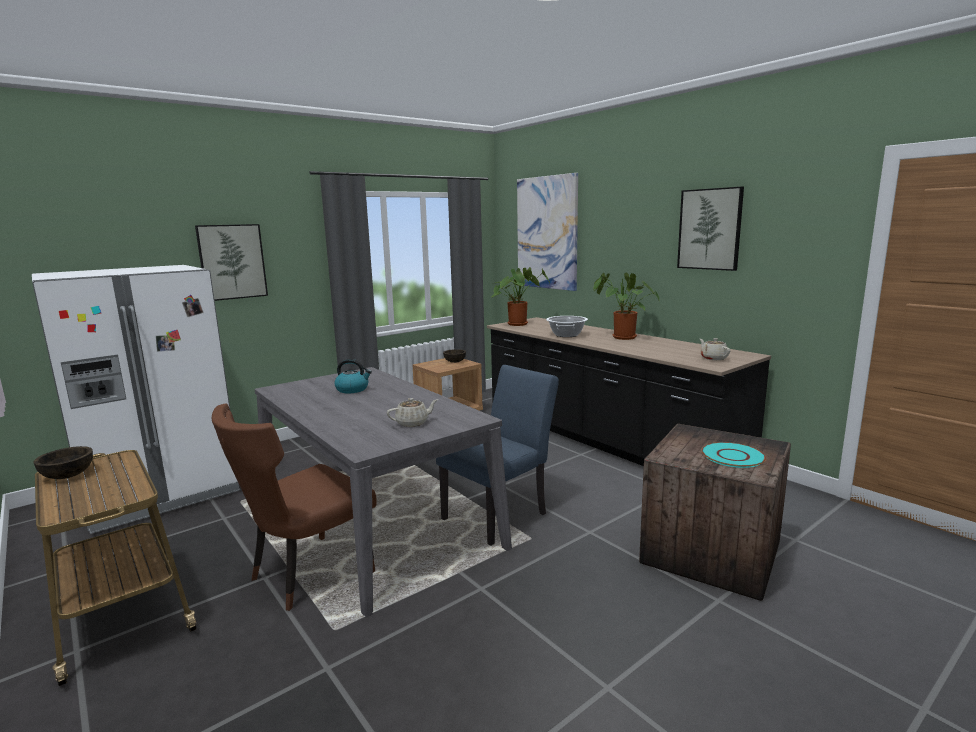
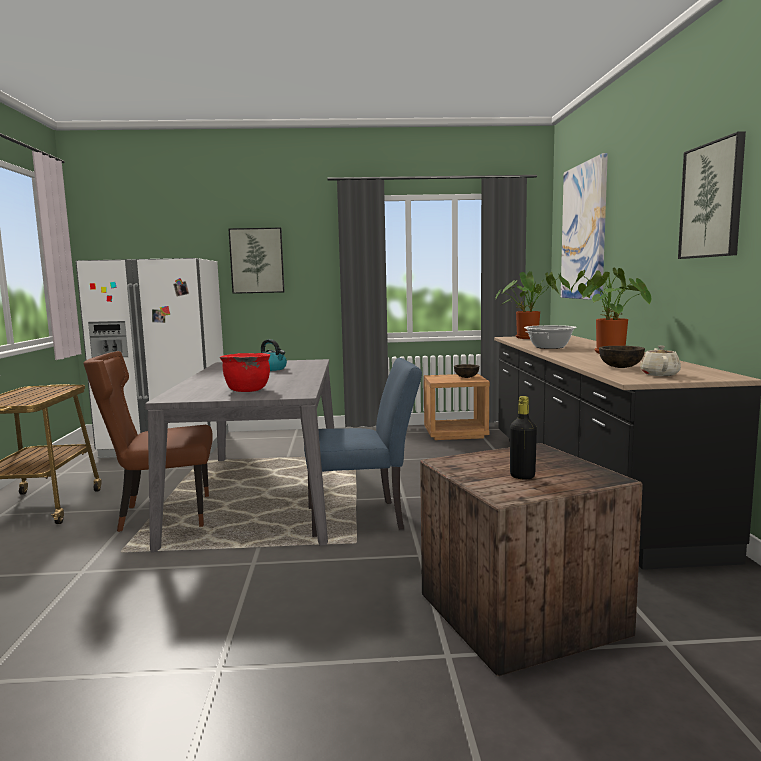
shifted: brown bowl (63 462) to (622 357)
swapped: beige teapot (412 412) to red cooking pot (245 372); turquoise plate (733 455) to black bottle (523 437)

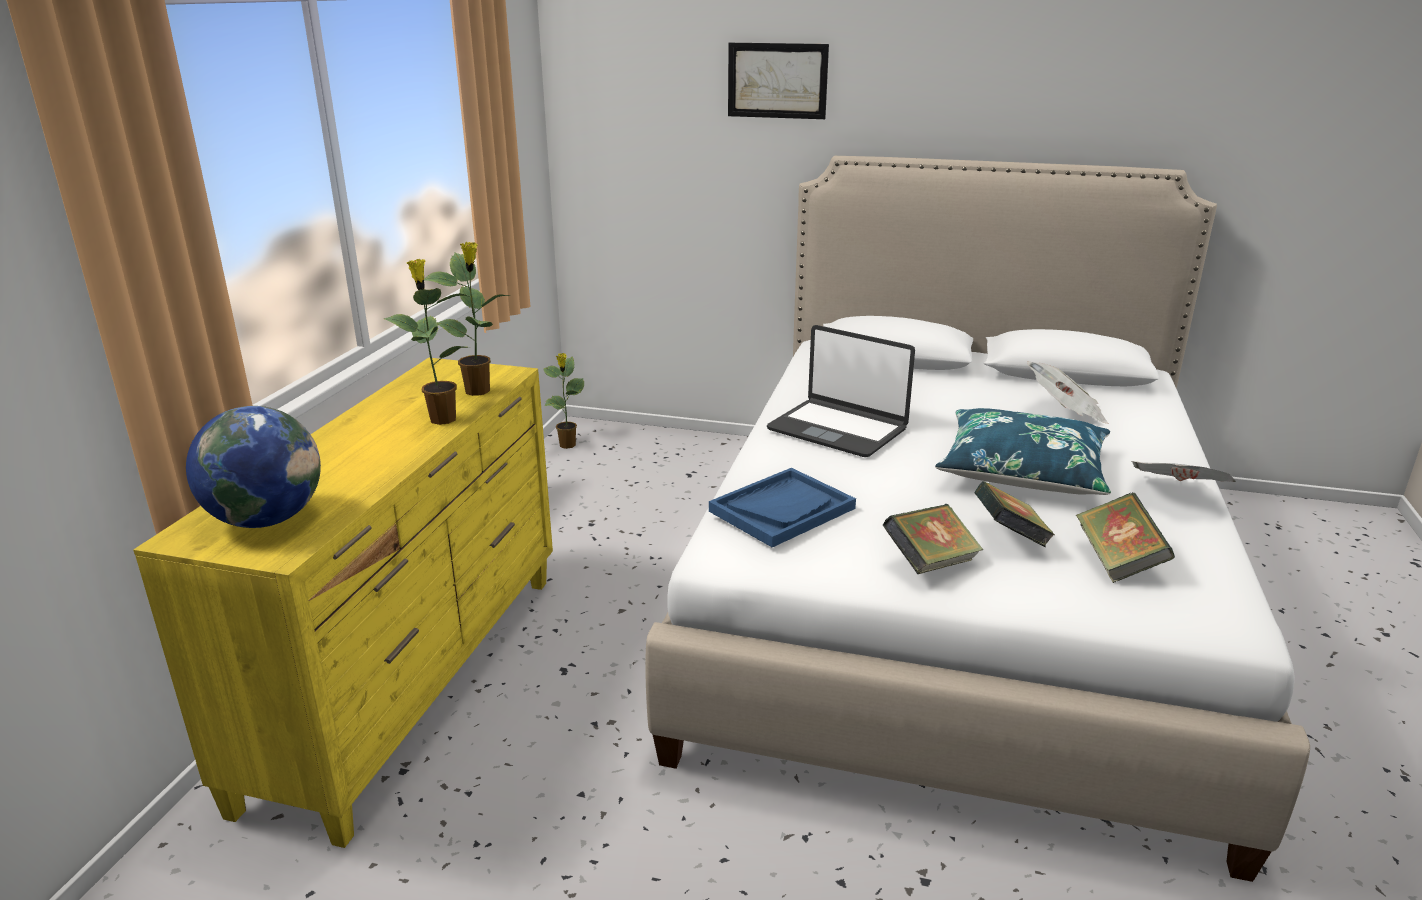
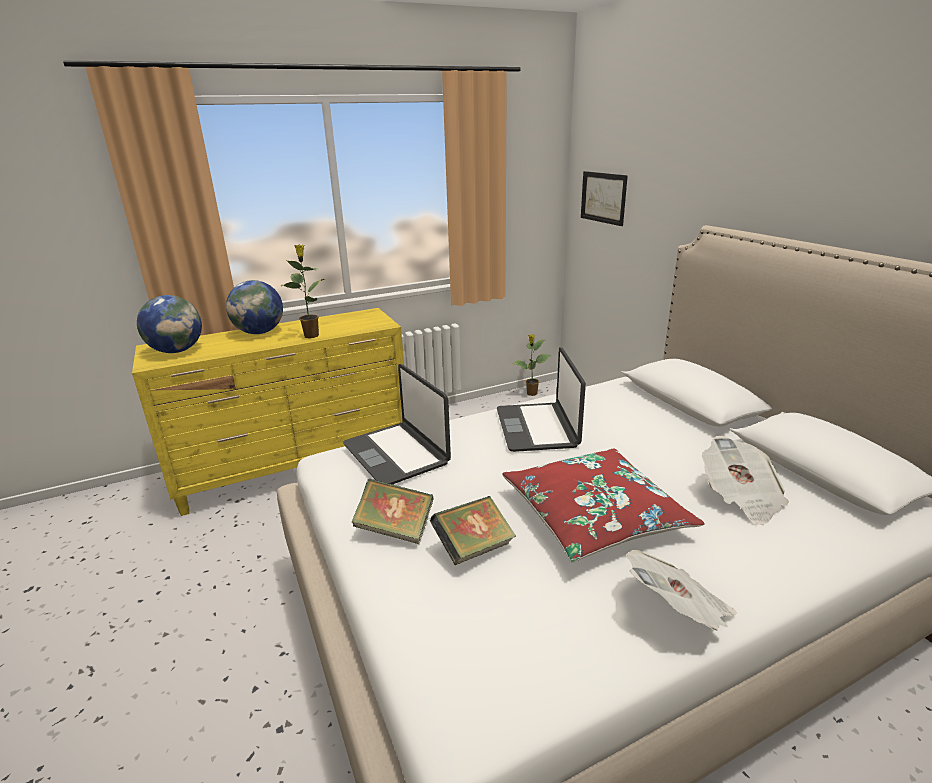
gone: potted plant (466 319); book (1125 538)
new: globe (254 307)
shifted: picture (778 81) to (604 198)
swapped: blue tray (782 508) to laptop (397 424)
repainted: blue pillow (1023 451) to red pillow (603 505)

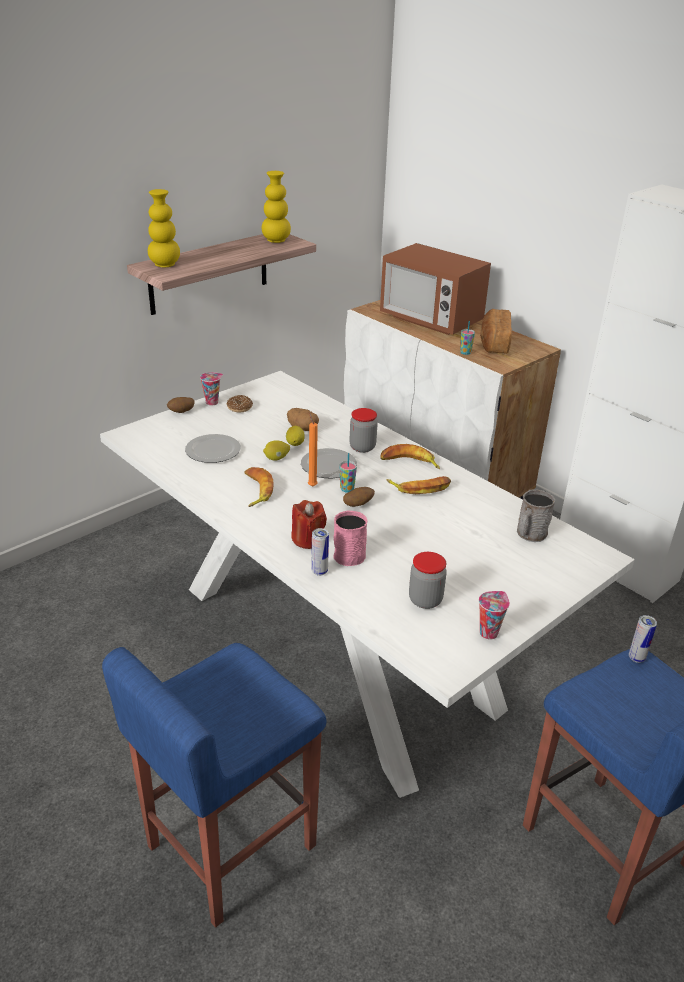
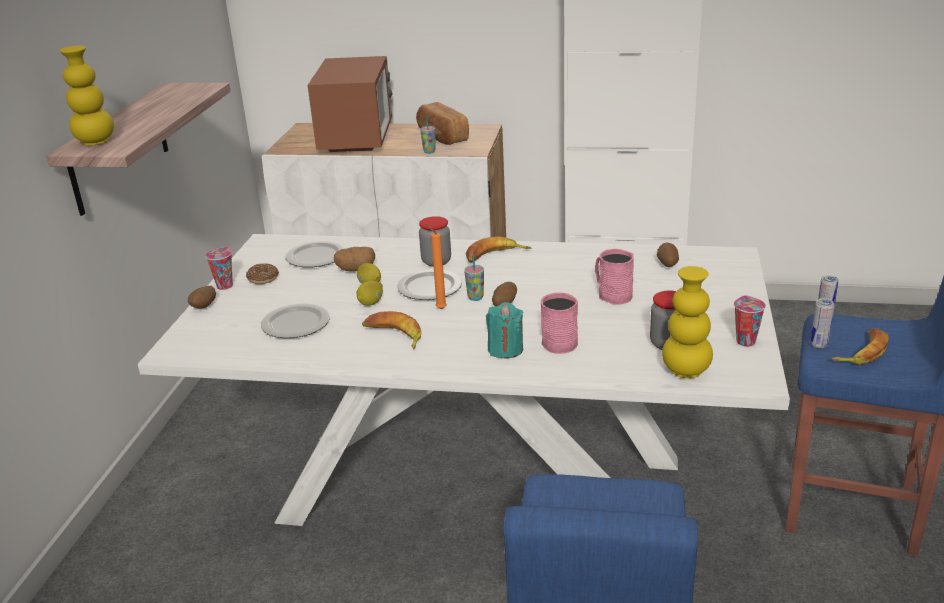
new: plate (315 254); pink mug (614 276)
shifted: yellow vase (276 207) to (687 322); can (320 552) to (822 323); banana (418 485) to (860 346)
swapped: grey mug (536 516) to potato (668 255)
repainted: red candle (309 524) to turquoise candle (504 330)
rotated: microwave (435 289) = (350 104) 90 degrees counterclockwise

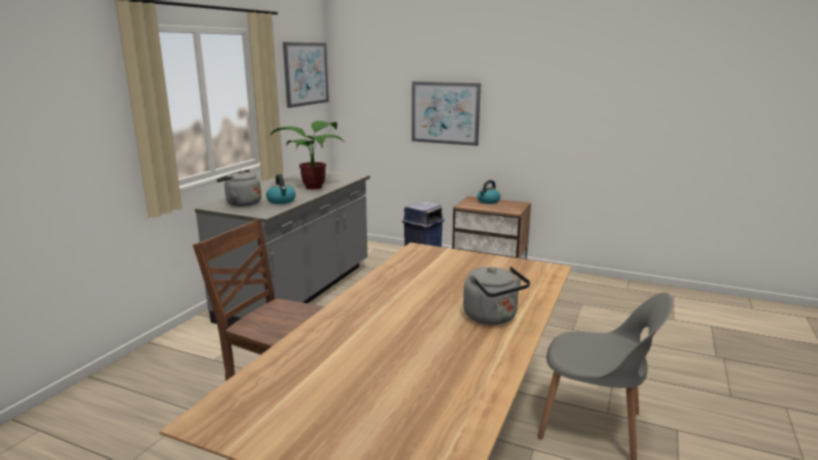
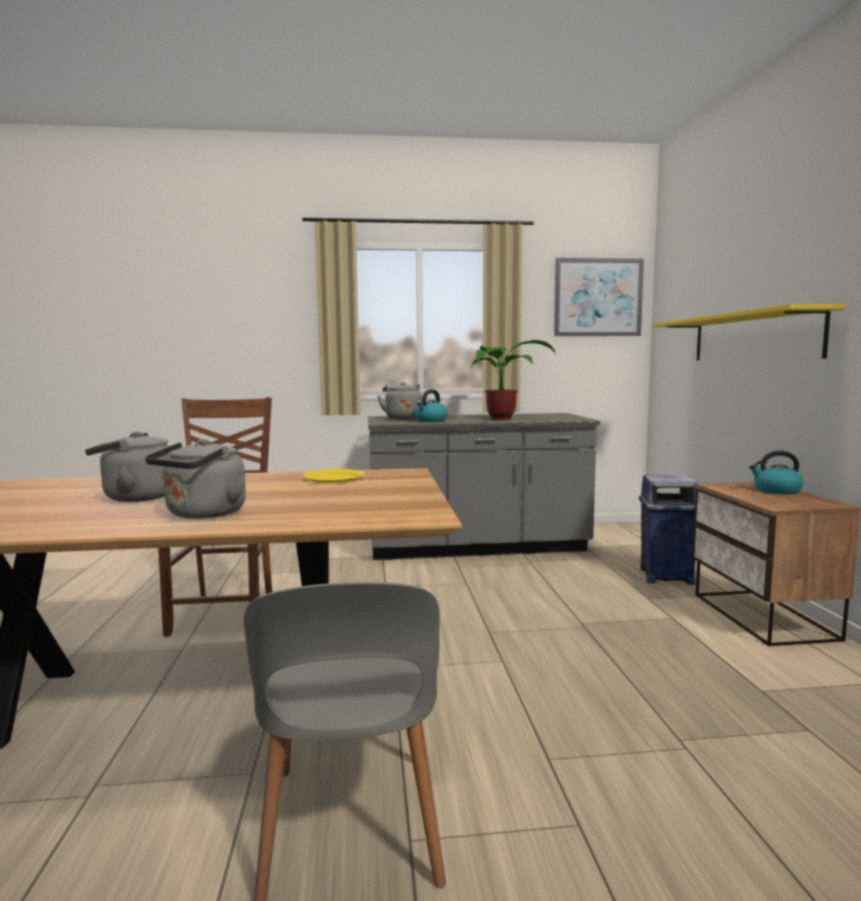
new: grey kettle (128 467); yellow plate (334 476)
swapped: picture (446 113) to yellow shelf (749 332)

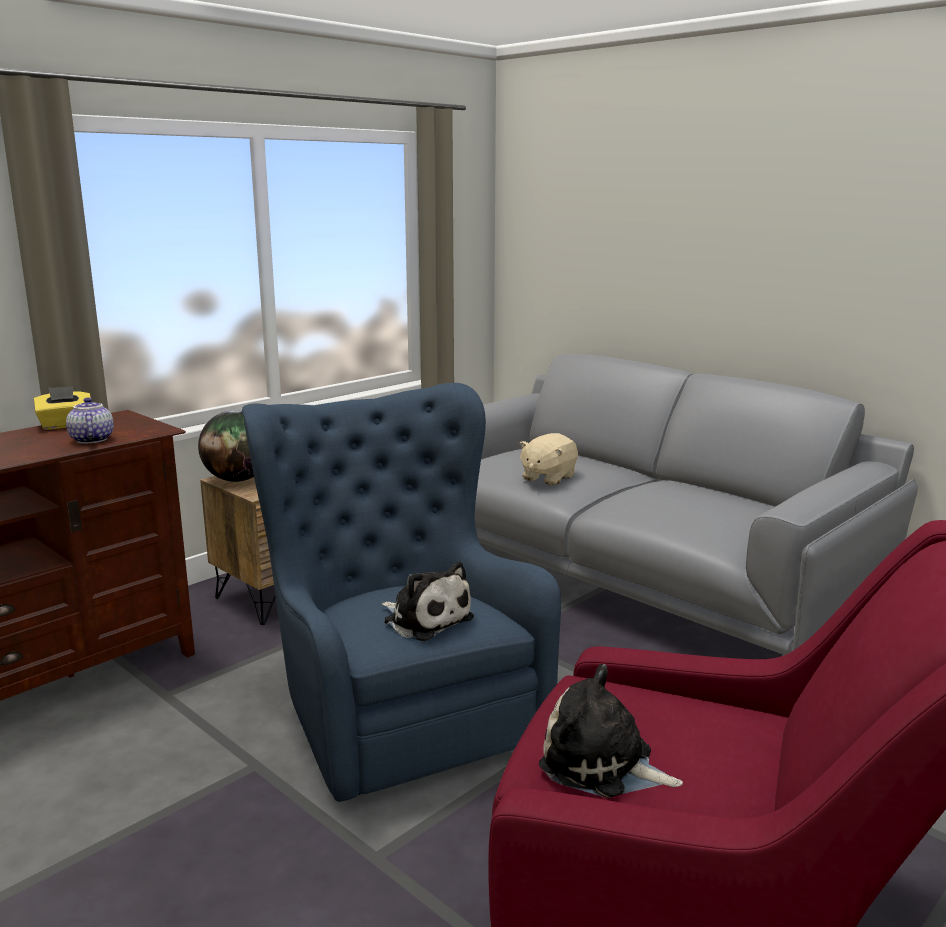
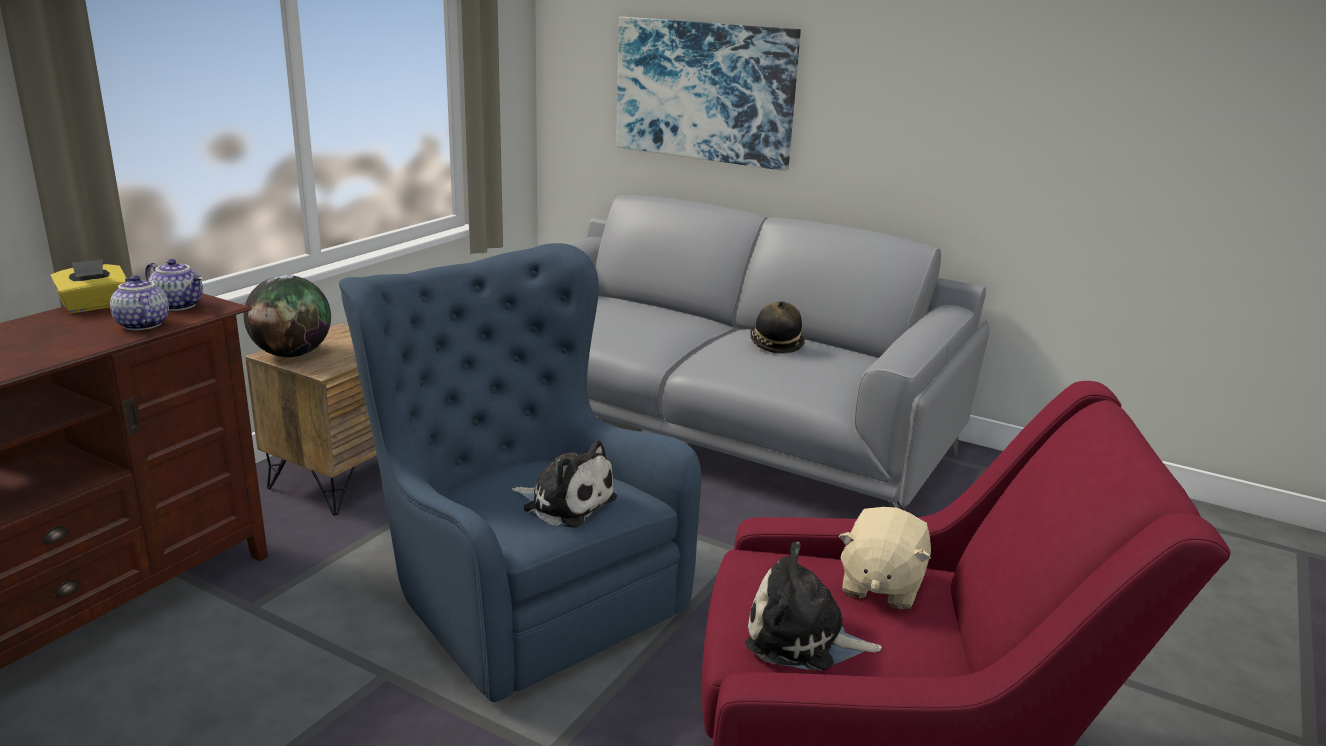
new: teapot (174 285); picture (708 94); hat (777 327)
shifted: beige plush toy (548 459) to (884 558)

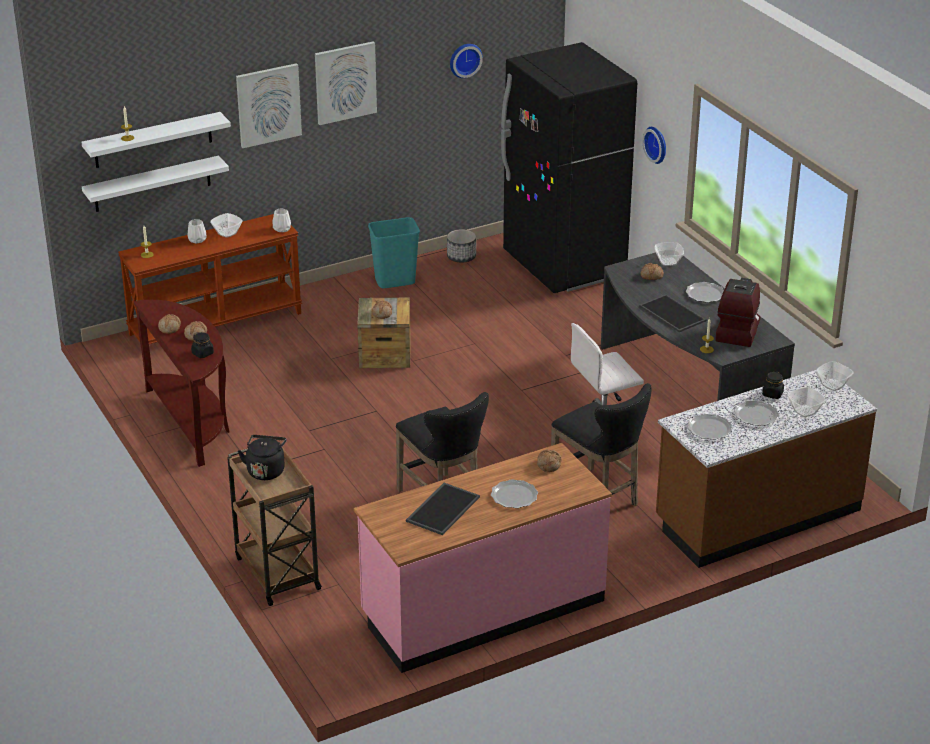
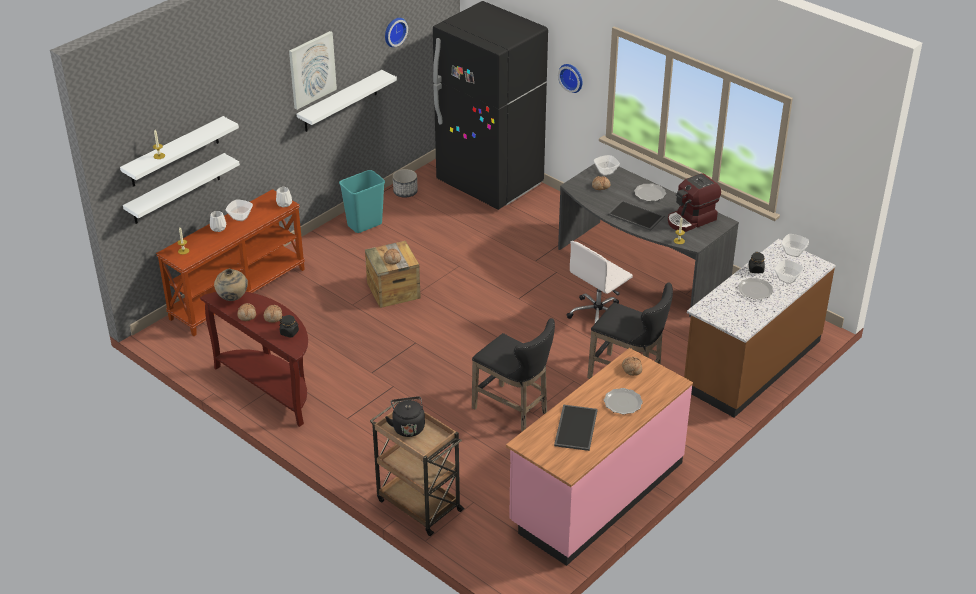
gone: picture (269 105); plate (709 427)
new: beige vase (231 285); white shelf (347 101)
rotated: coffee machine (737 312) = (694 202) 120 degrees counterclockwise

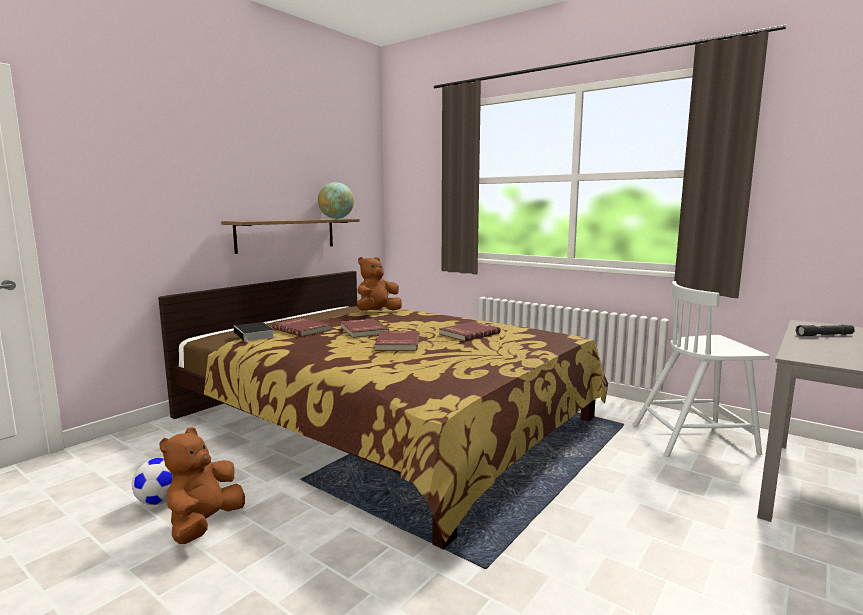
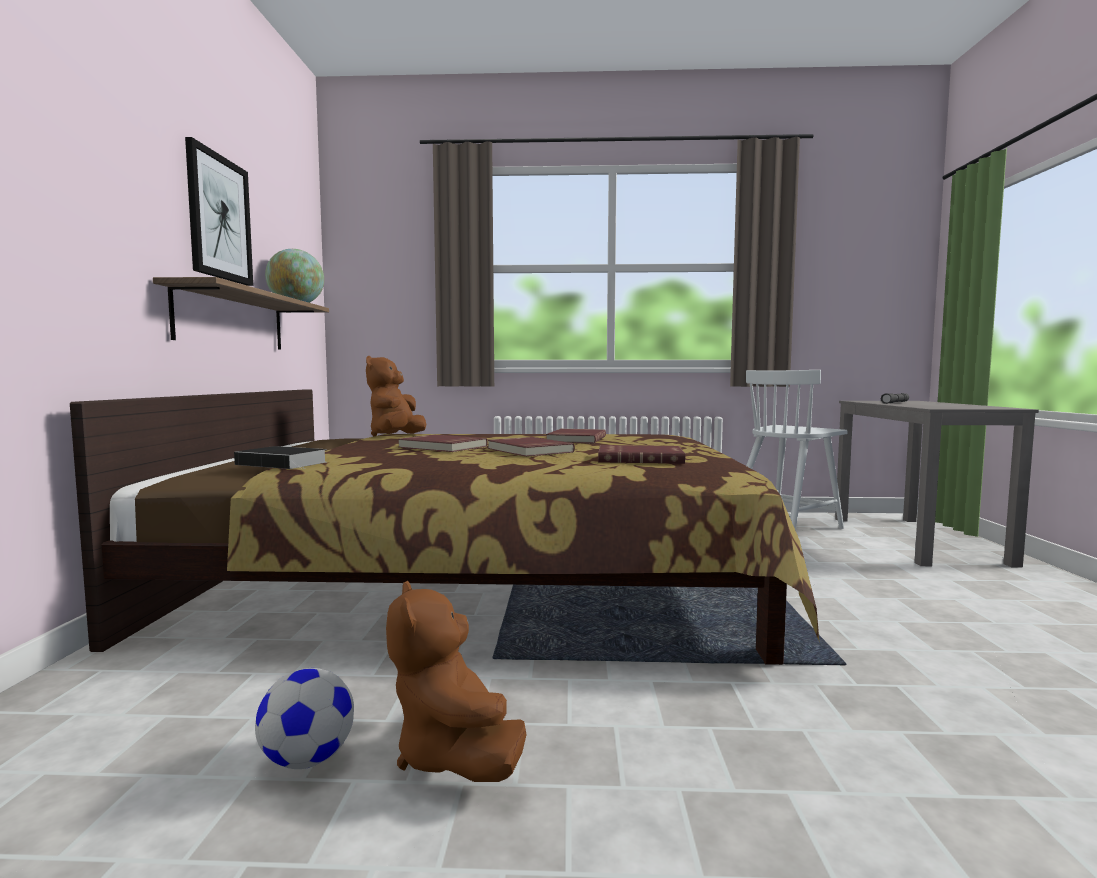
new: picture (219 211)
shifted: red book (302 327) to (641 454)

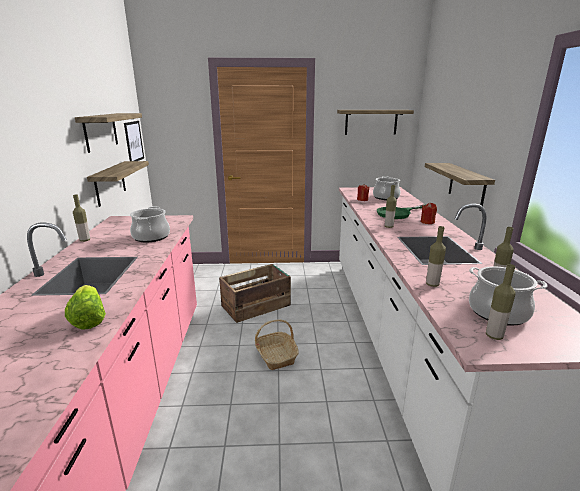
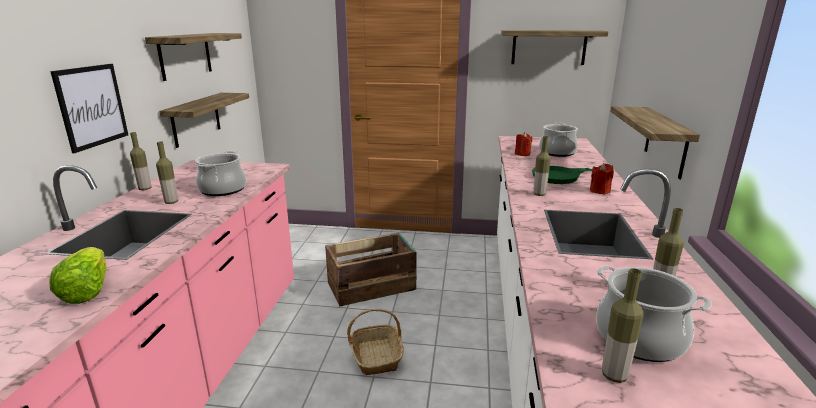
shifted: picture (134 141) to (89 108); bottle (436 256) to (167 173)

